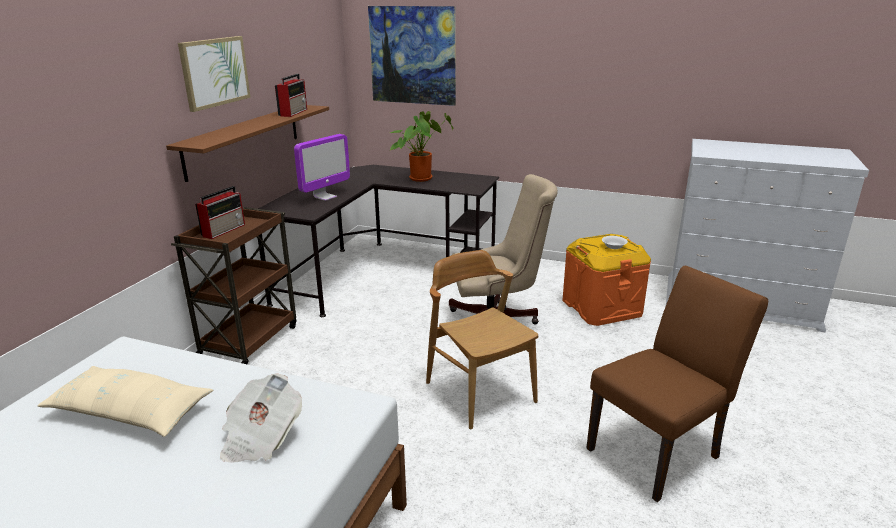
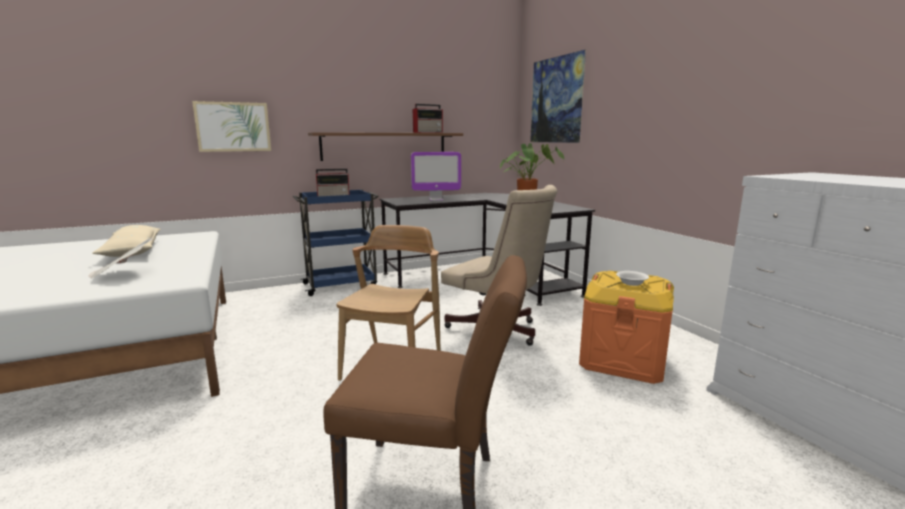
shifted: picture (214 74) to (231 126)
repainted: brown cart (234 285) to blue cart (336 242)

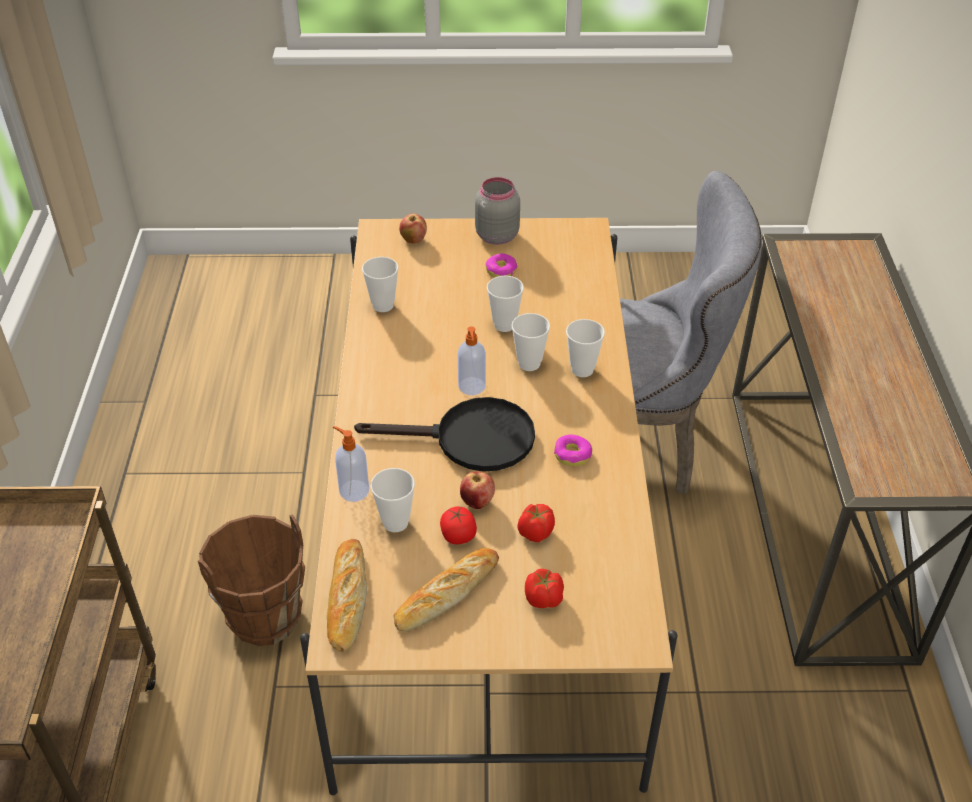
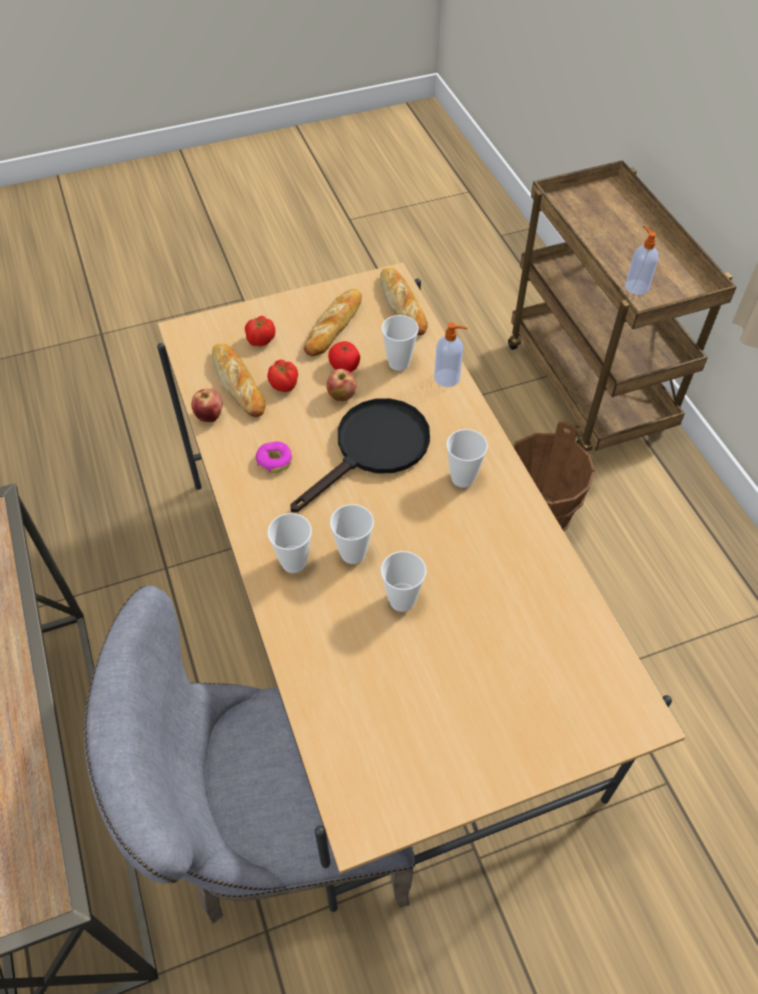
gone: grey jar (497 211); donut (502 265)
new: bread (239 380)
shifted: cup (380 284) to (467 458); apple (413 229) to (207 405); soap dispenser (472 360) to (641 260)
rotated: black frying pan (444 434) = (360 455) 150 degrees clockwise

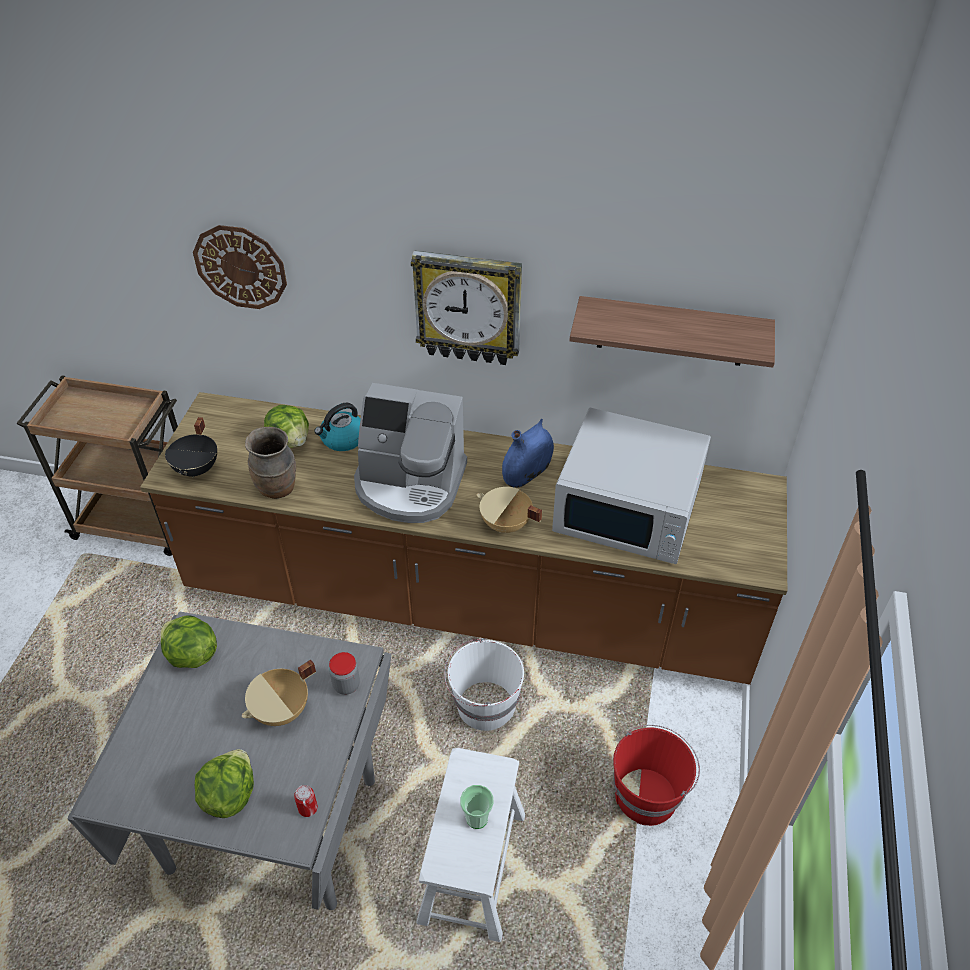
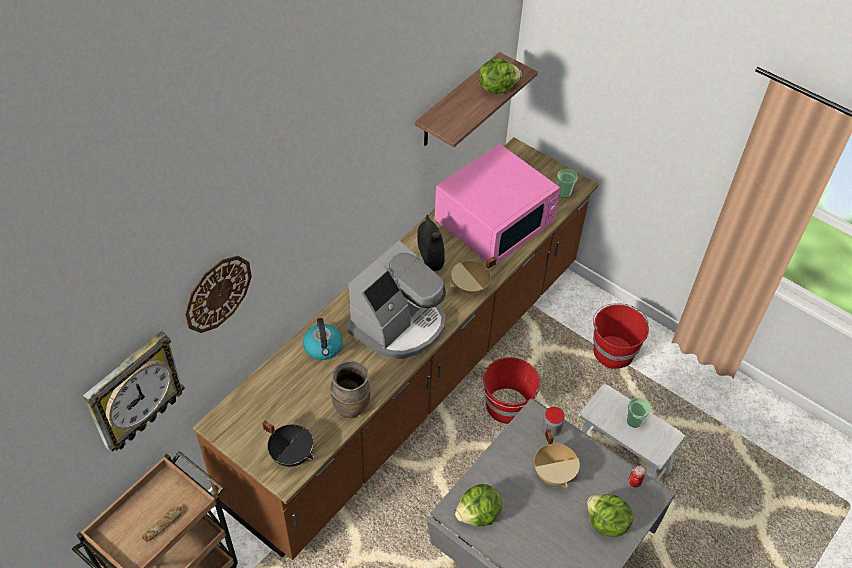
new: bread (162 524); cup (567 183)
shifted: lettuce (286 426) to (500 76); wall clock (466 308) to (134 391)
repainted: white bucket (484 684) to red bucket (510 390); blue vase (528 453) to black vase (431 243); white microwave (631 486) to pink microwave (497 204)

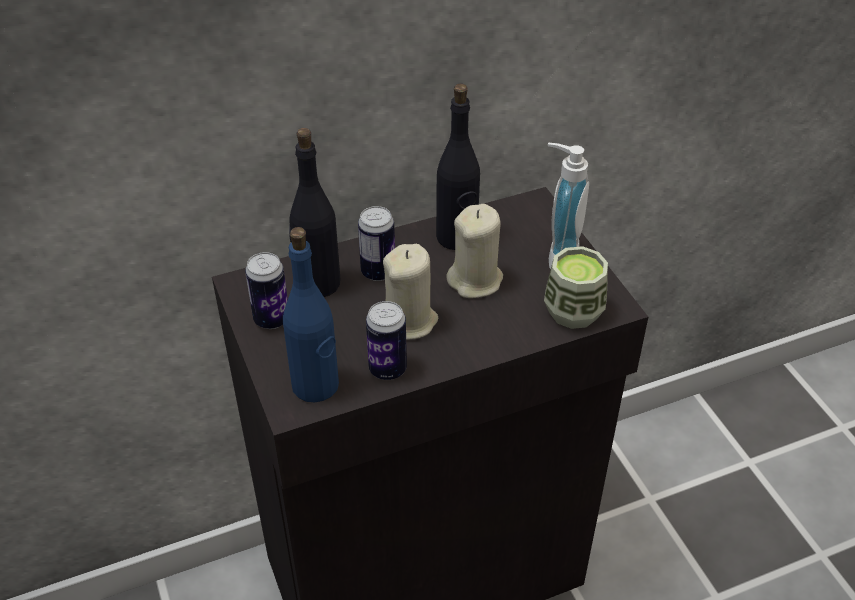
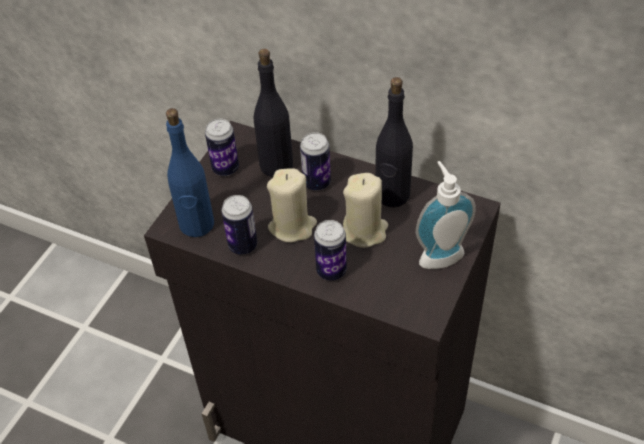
gone: cup (576 287)
new: can (330 250)

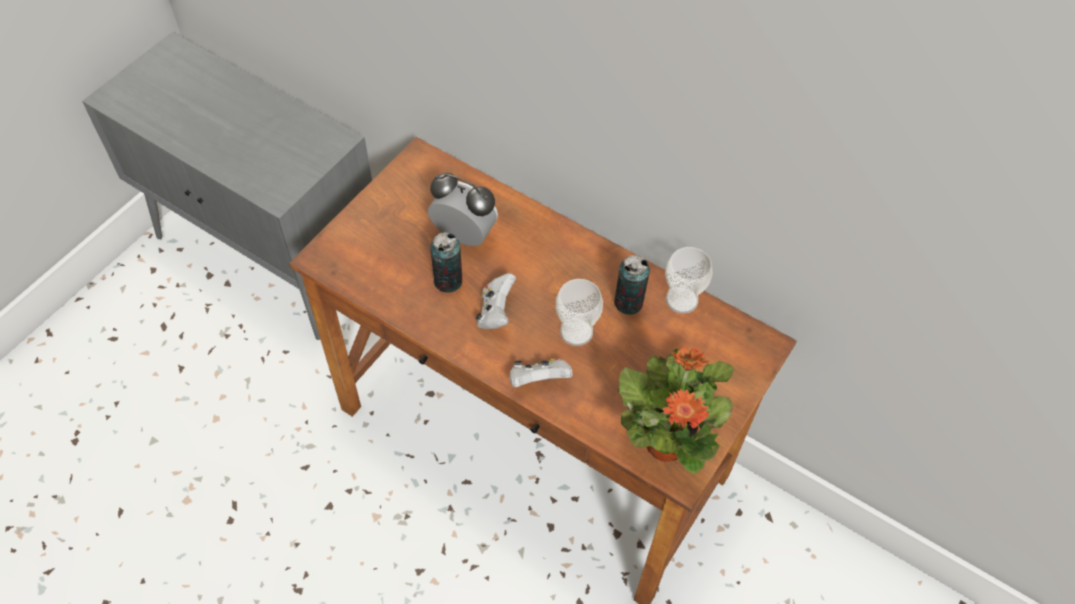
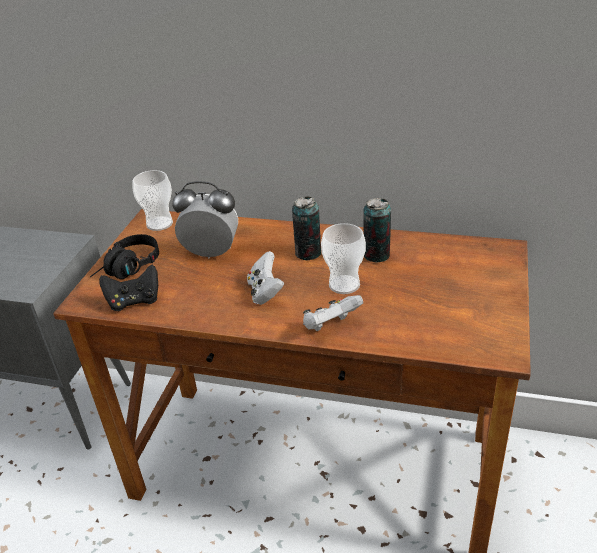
gone: potted plant (676 410)
new: black headphones (124 256); black game controller (128 288)
shifted: can (446 262) to (306 228); cup (689 280) to (152 200)

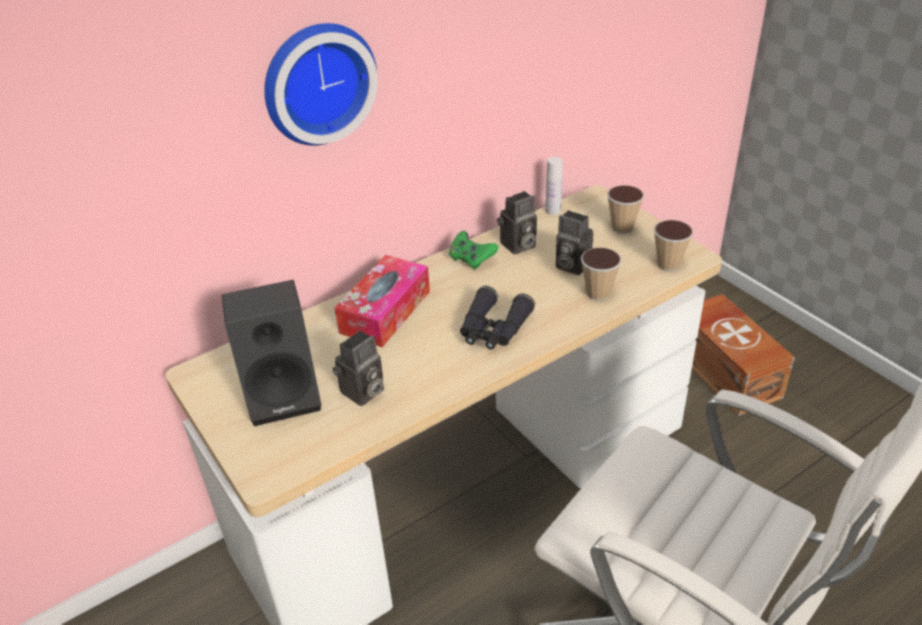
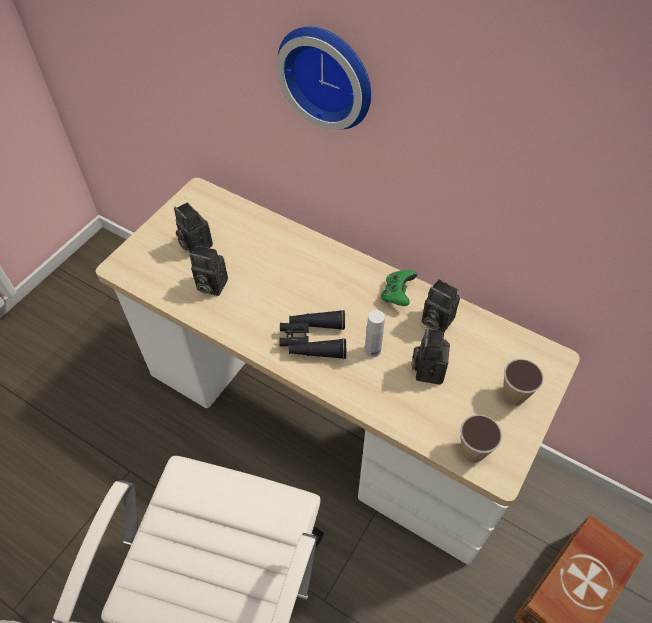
gone: tissue box (382 301); cup (601 274)
shifted: white bottle (554 186) to (375 333)
swapped: black speaker (271 353) to photo camera (193 227)

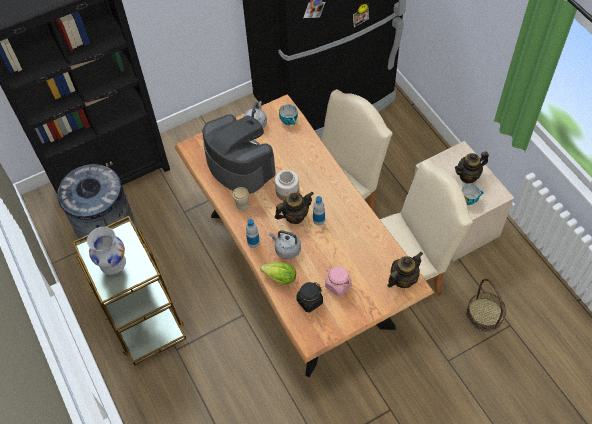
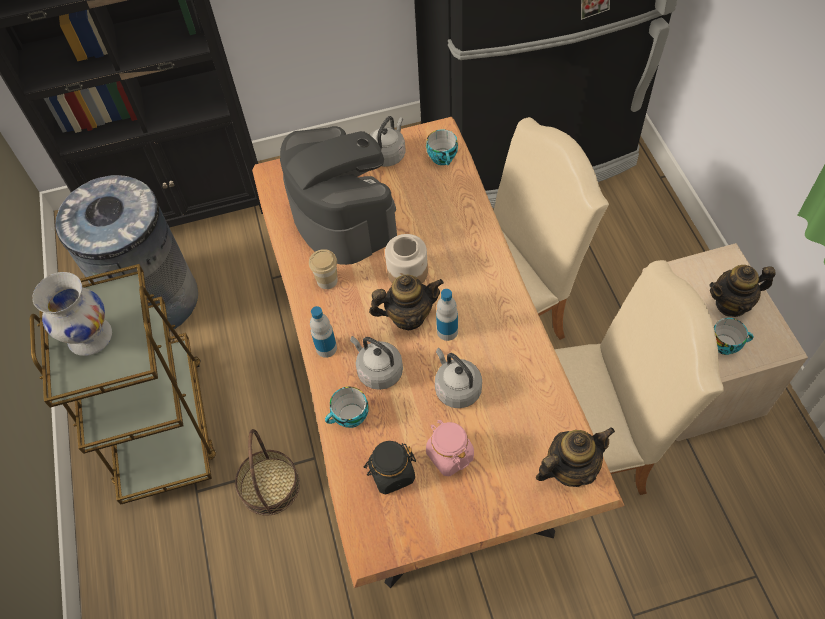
new: grey kettle (458 378)
shifted: basket (486 305) to (267 472)
swapped: lettuce (278 273) to cup (347 407)

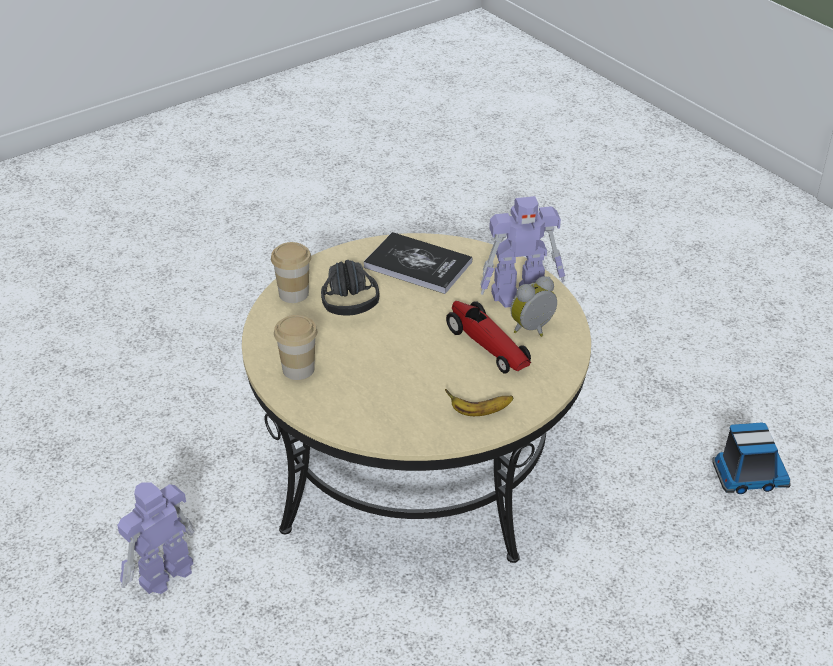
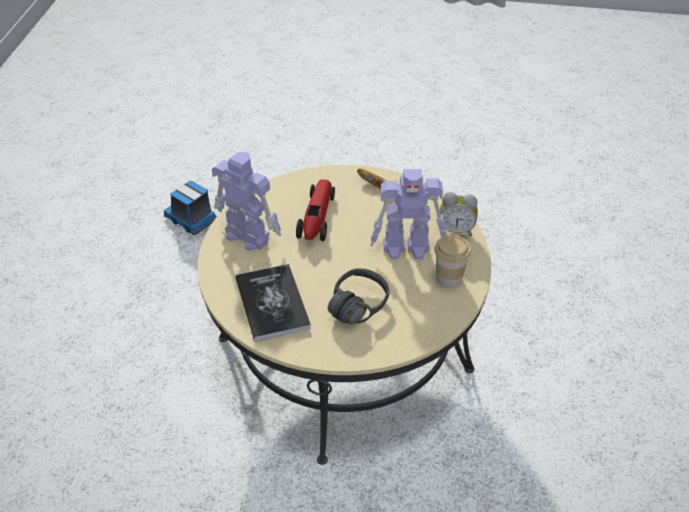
gone: cup (291 272)
shifted: toy robot (155 538) to (408 214); alarm clock (534 306) to (459 214)

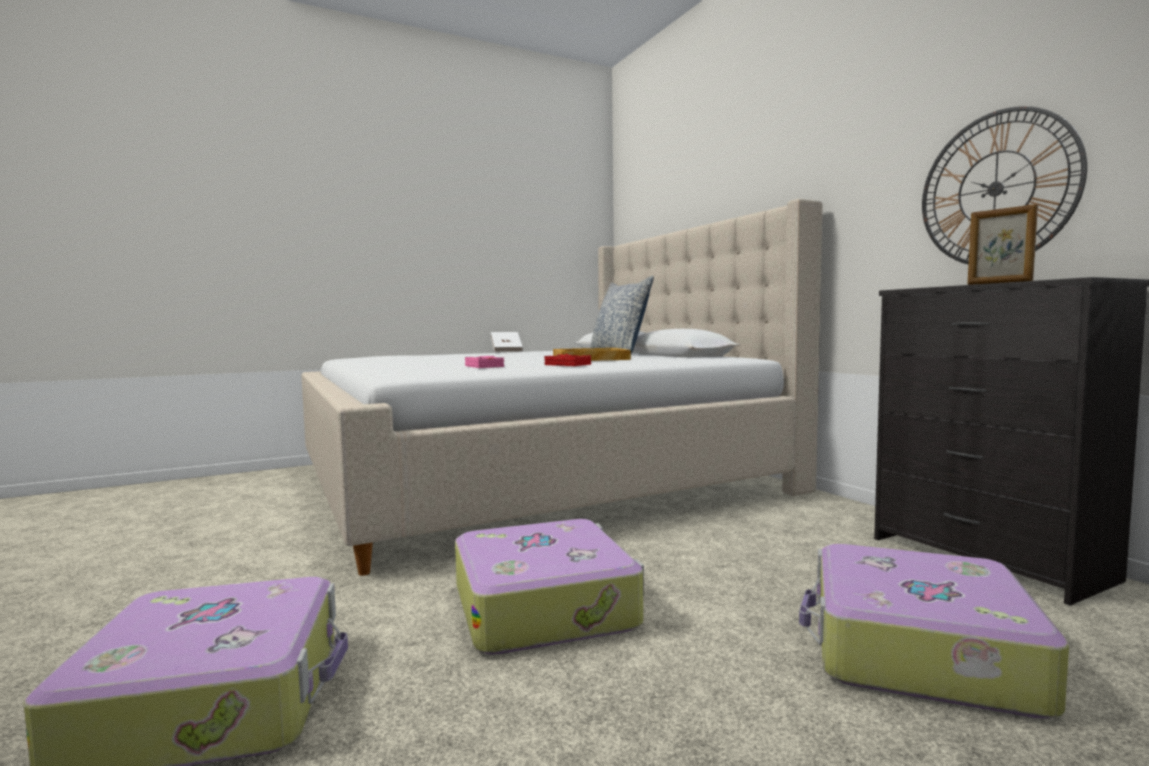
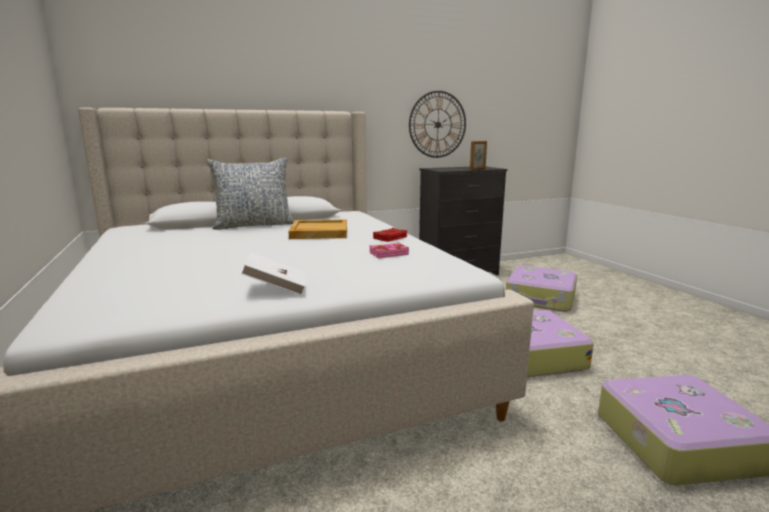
shifted: white book (507 342) to (273 274)

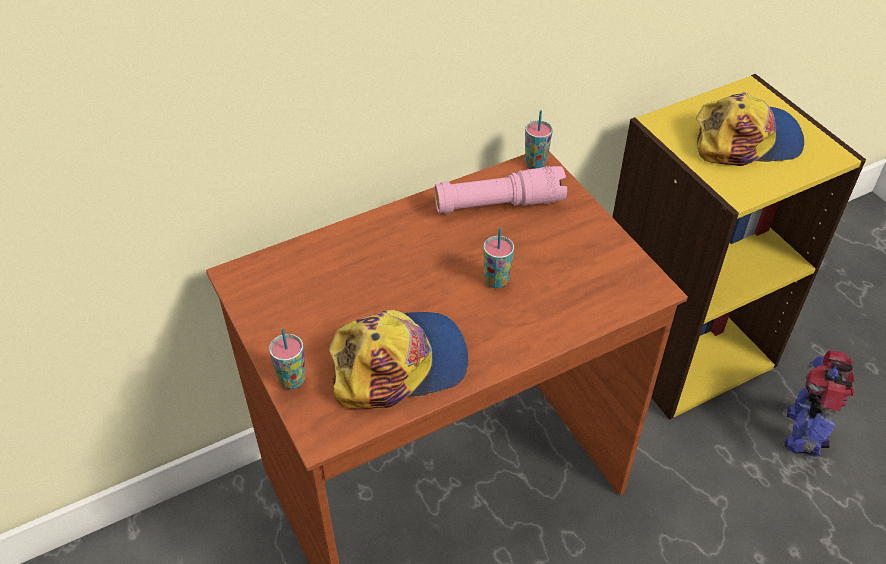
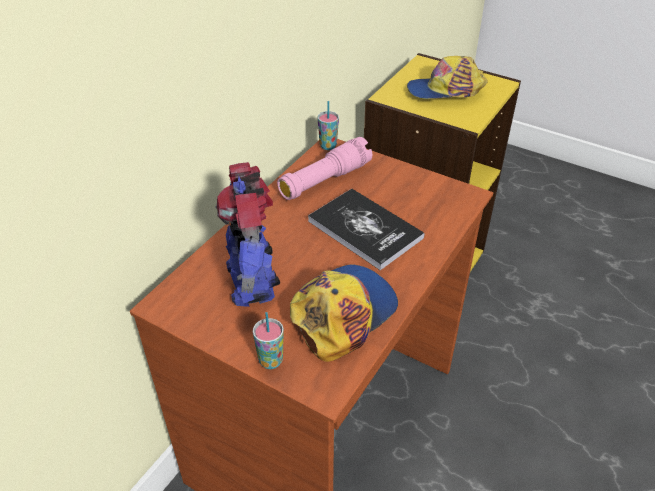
shifted: toy robot (819 404) to (248 234)
swapped: cup (498 258) to book (366 229)
rotated: cap (750 129) = (447 77) 150 degrees counterclockwise

